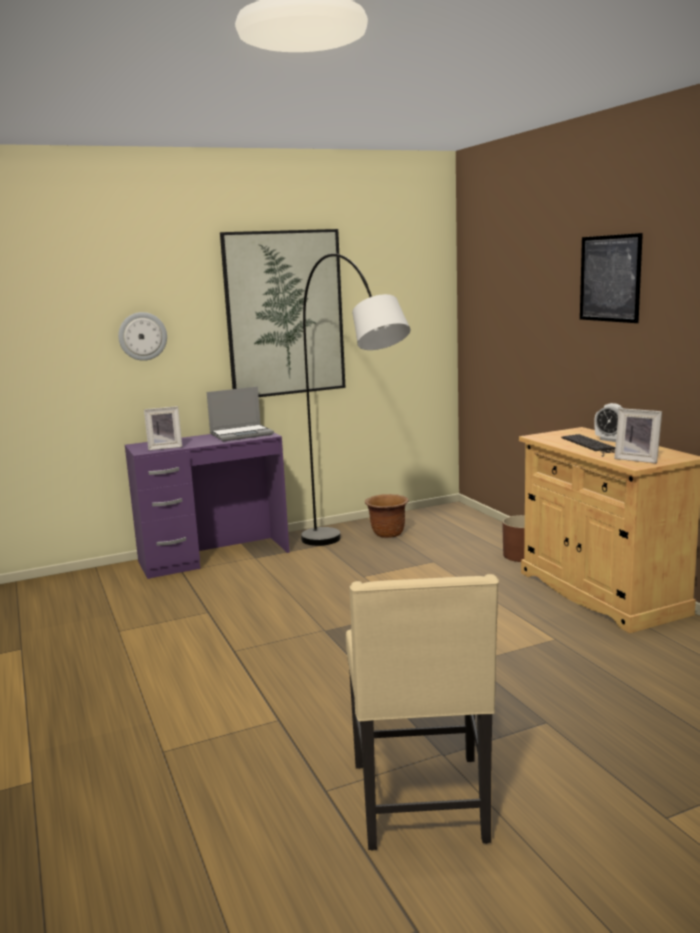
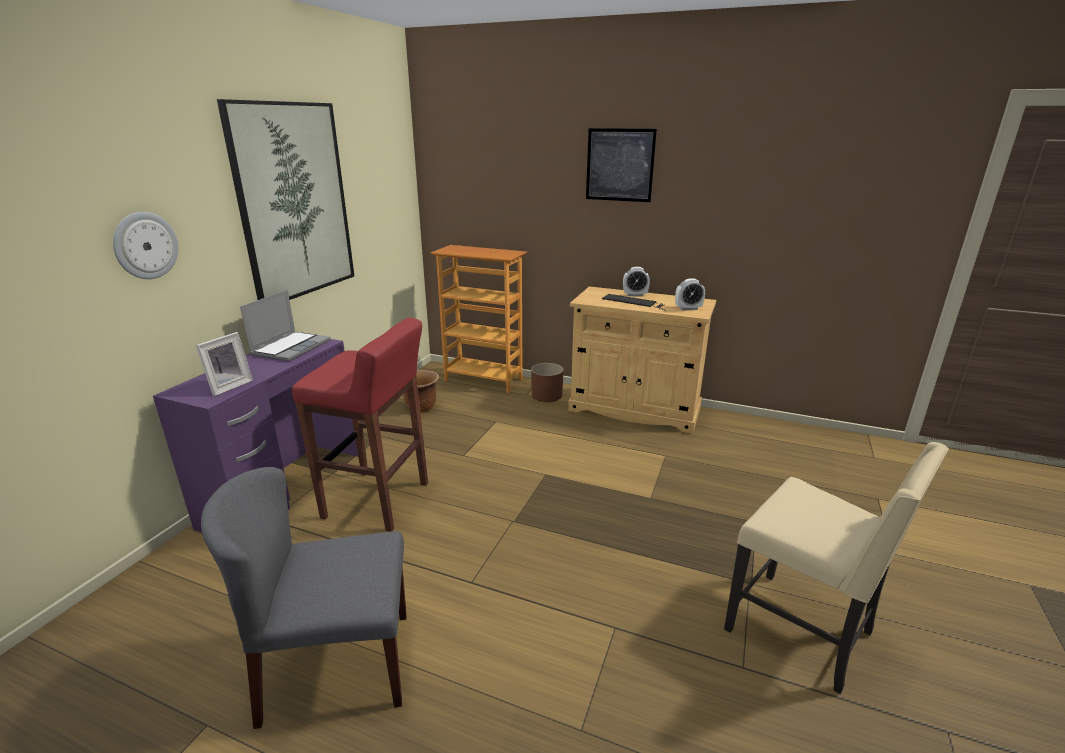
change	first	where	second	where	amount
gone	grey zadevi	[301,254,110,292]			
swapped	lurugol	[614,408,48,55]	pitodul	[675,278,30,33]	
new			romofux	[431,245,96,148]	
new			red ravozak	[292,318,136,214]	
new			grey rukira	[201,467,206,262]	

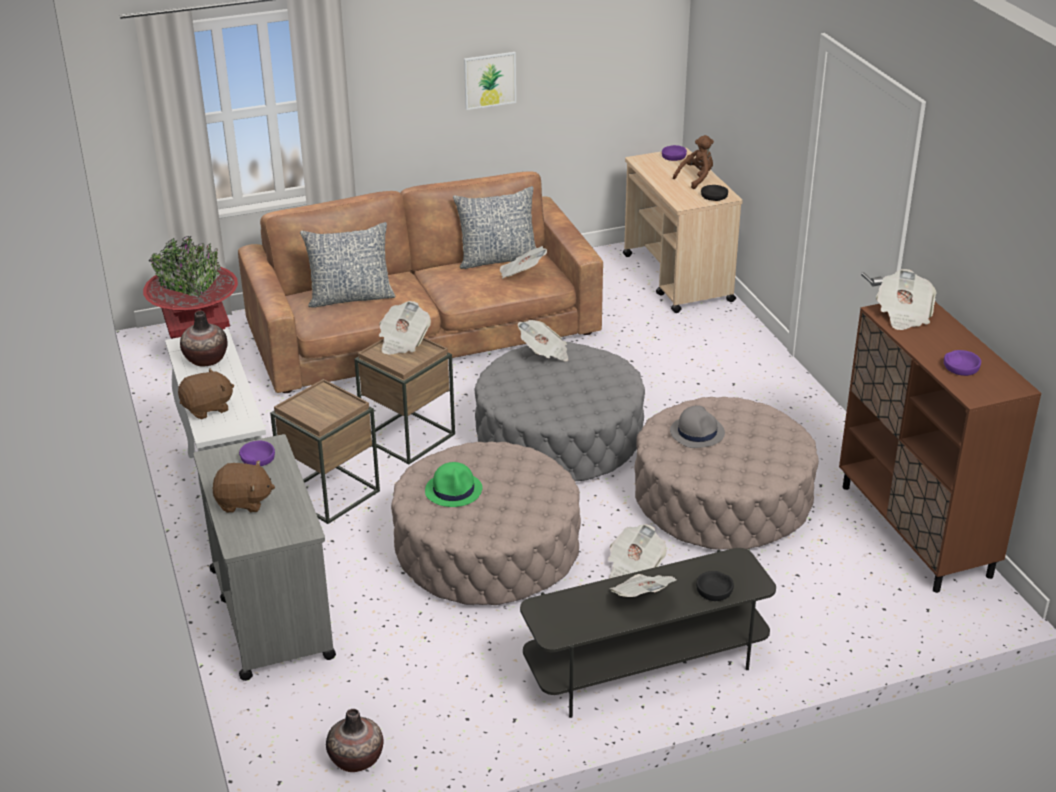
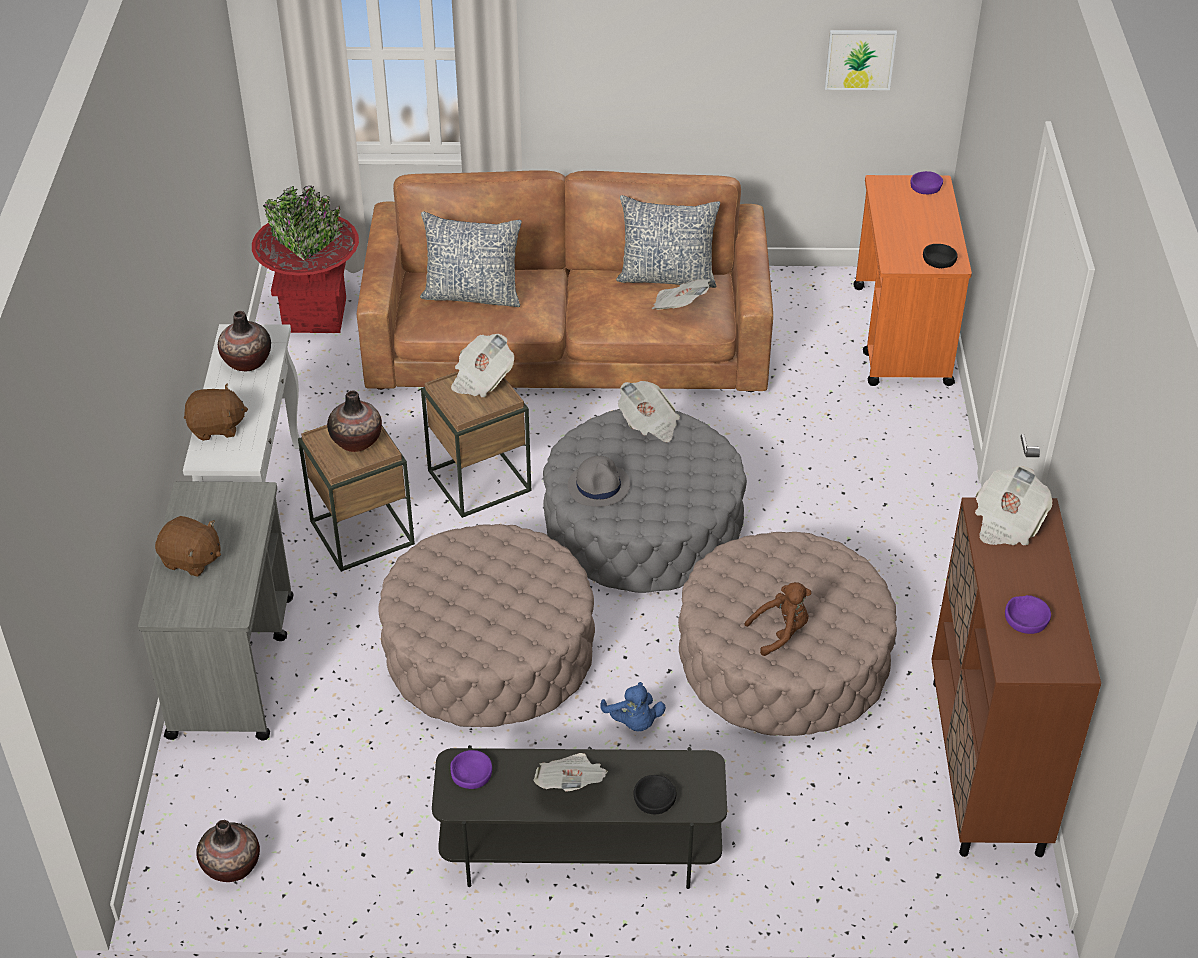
change	first	where	second	where	amount
shifted	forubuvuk	[464,52,52,58]		[825,30,72,60]	
shifted	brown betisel	[673,135,41,54]		[745,582,66,74]	
repainted	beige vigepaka	[623,148,120,165]	orange vigepaka	[853,175,119,211]	
shifted	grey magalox	[670,405,55,43]		[568,456,62,51]	
shifted	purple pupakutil	[239,440,36,26]		[450,750,42,39]	
gone	green magalox	[425,462,58,45]			
swapped	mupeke	[608,524,59,54]	blue betisel	[600,682,66,50]	
new			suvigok	[327,391,55,61]	

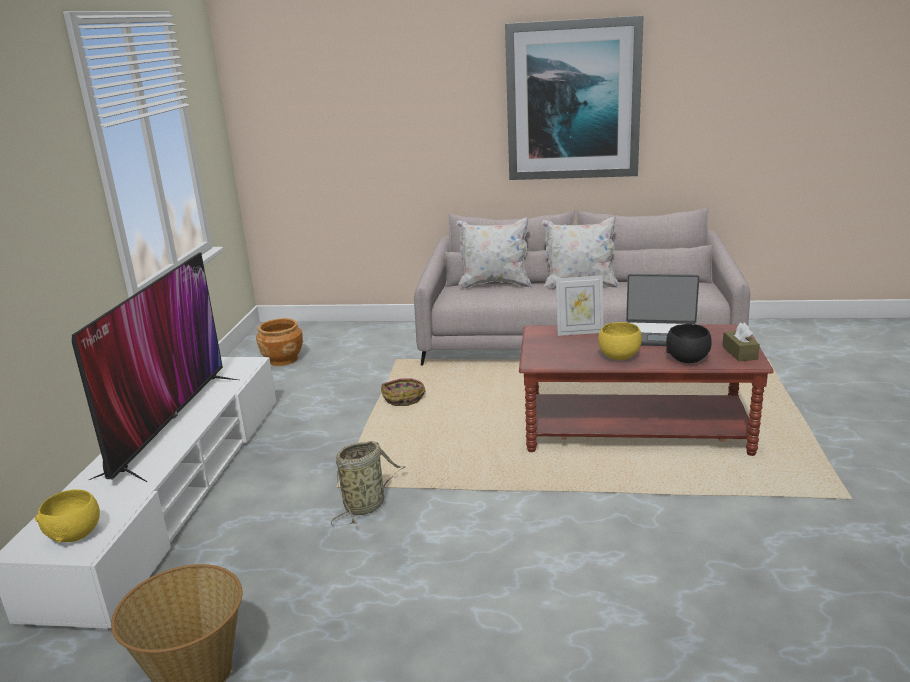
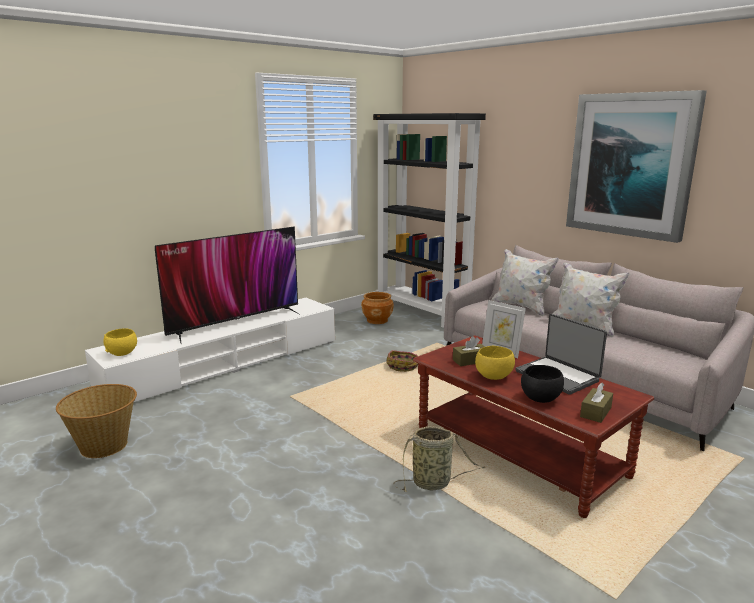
change	first	where	second	where	amount
shifted	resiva	[331,441,75,84]		[394,426,92,66]	
new			black romofux	[373,113,113,215]	
new			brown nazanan	[453,336,32,30]	

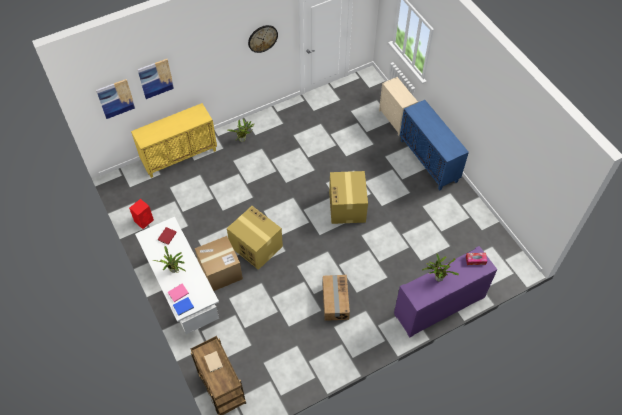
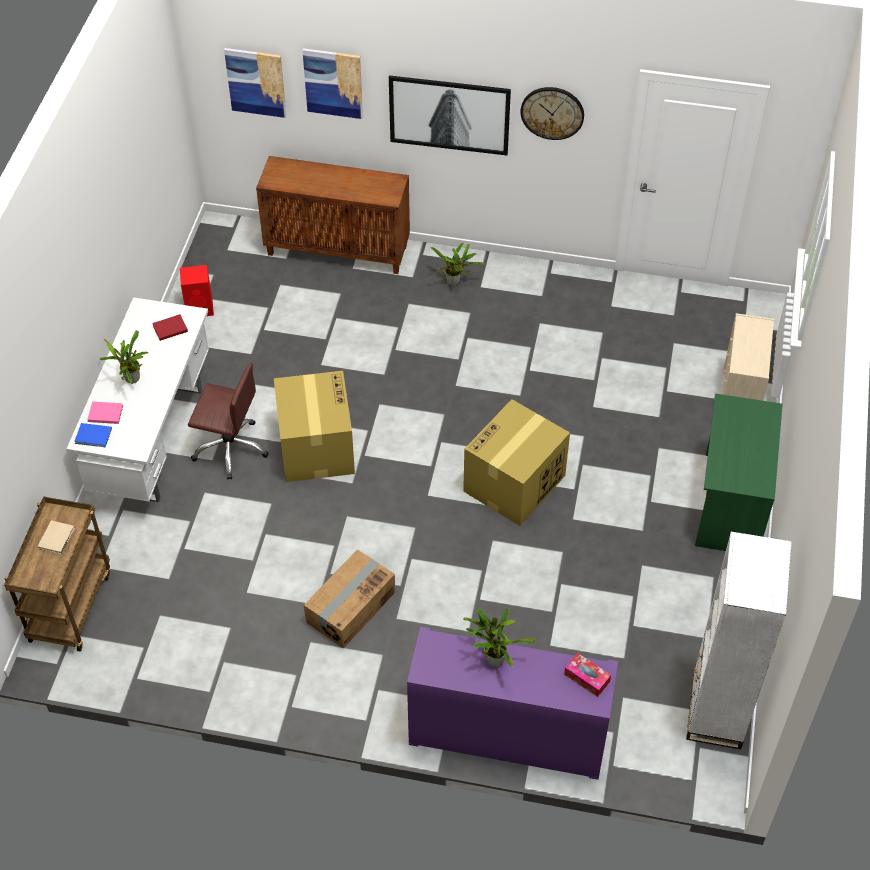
change	first	where	second	where	amount
swapped	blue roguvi	[400,100,69,91]	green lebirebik	[695,394,88,157]	
repainted	yellow roguvi	[131,103,86,75]	brown roguvi	[256,156,154,118]	
swapped	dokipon	[195,236,48,55]	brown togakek	[188,363,81,117]	
new			forubuvuk	[389,75,122,80]	
new			white romofux	[686,532,106,217]	

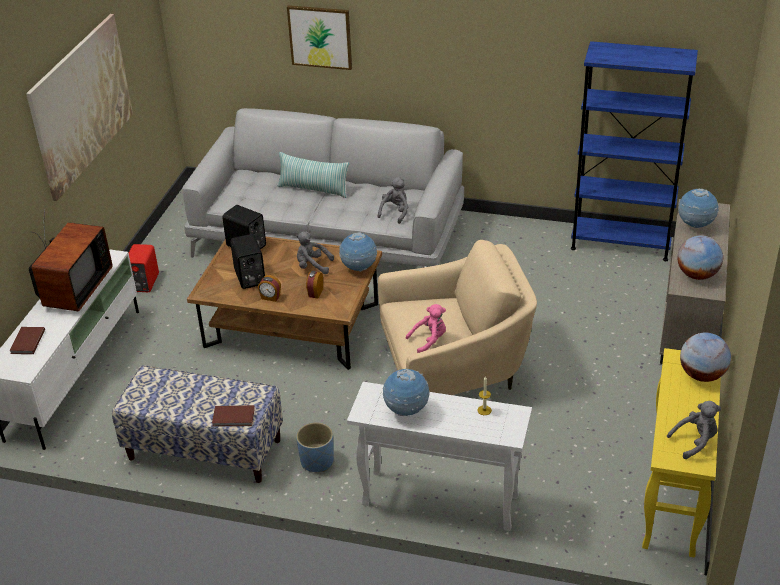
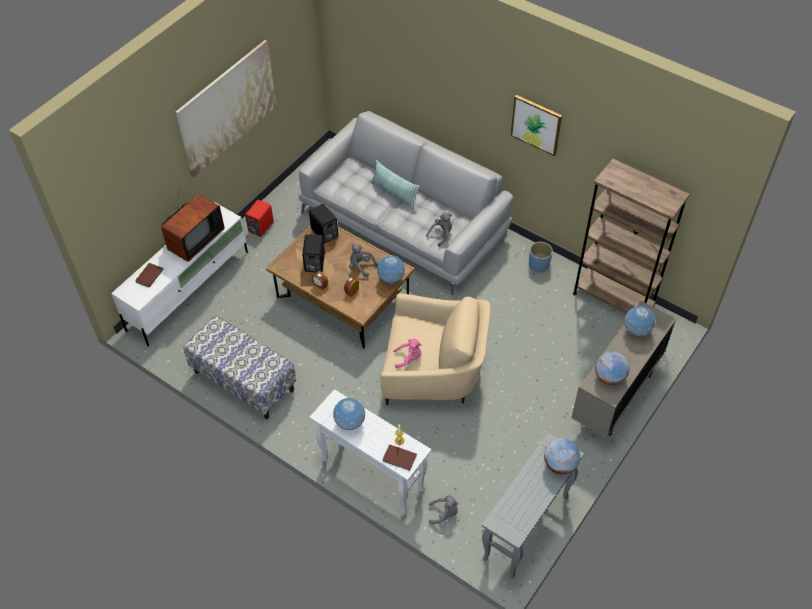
change	first	where	second	where	amount
shifted	forubuvuk	[287,5,65,65]		[511,95,51,61]	
repainted	blue romofux	[571,41,127,220]	brown romofux	[573,159,117,154]	
repainted	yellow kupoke	[642,348,79,209]	grey kupoke	[482,433,102,146]	
shifted	grey betisel	[667,401,54,58]		[429,495,29,29]	
shifted	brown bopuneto	[212,405,43,22]		[382,444,35,27]	
shifted	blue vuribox	[296,422,38,50]		[529,242,24,31]	

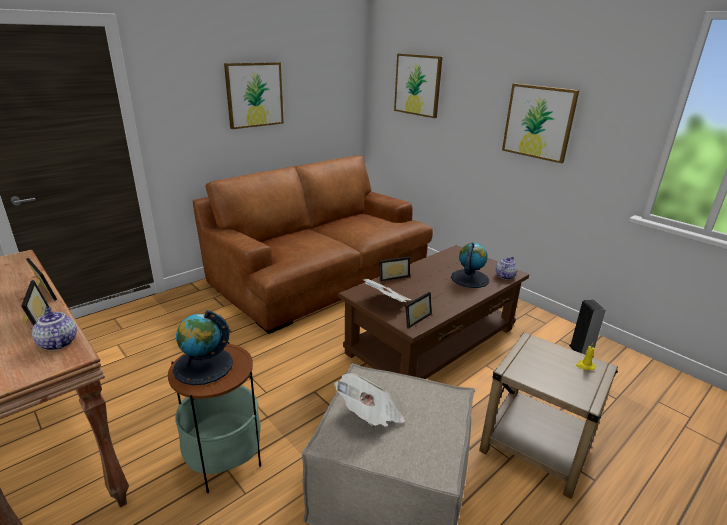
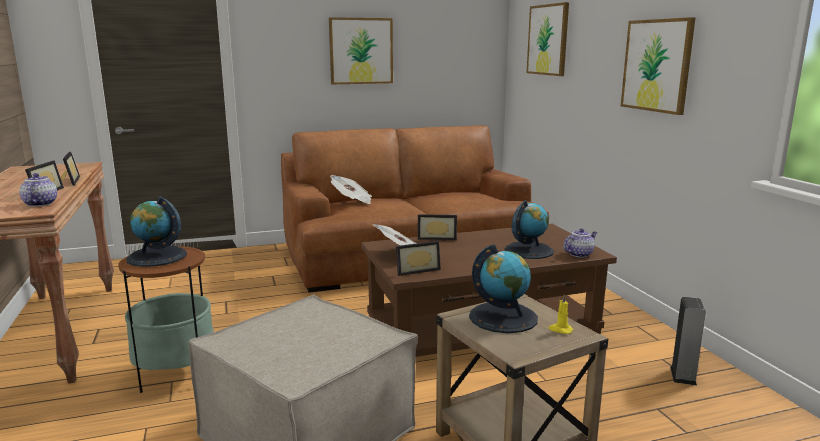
change	first	where	second	where	amount
shifted	mupeke	[334,373,71,54]		[330,175,42,29]	
new			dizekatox	[469,244,69,89]	

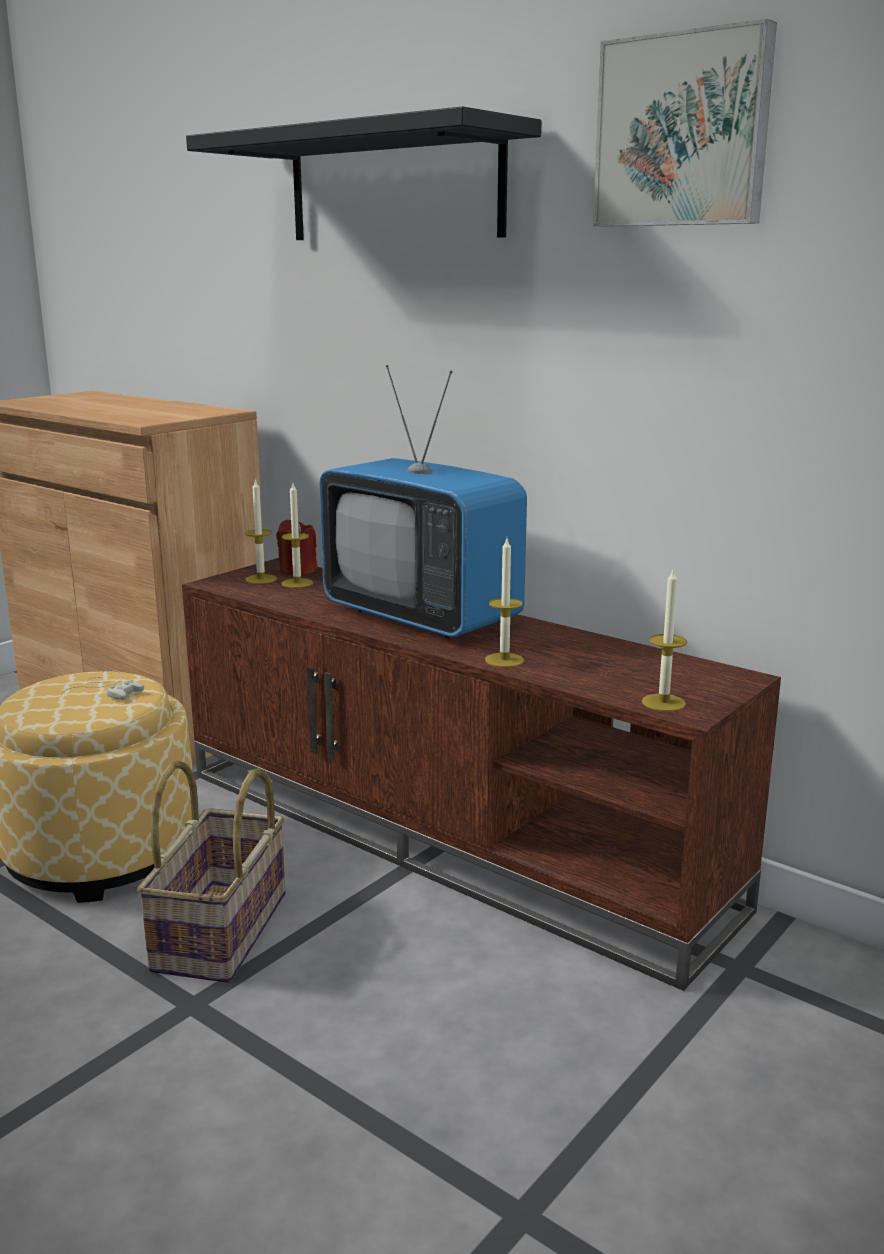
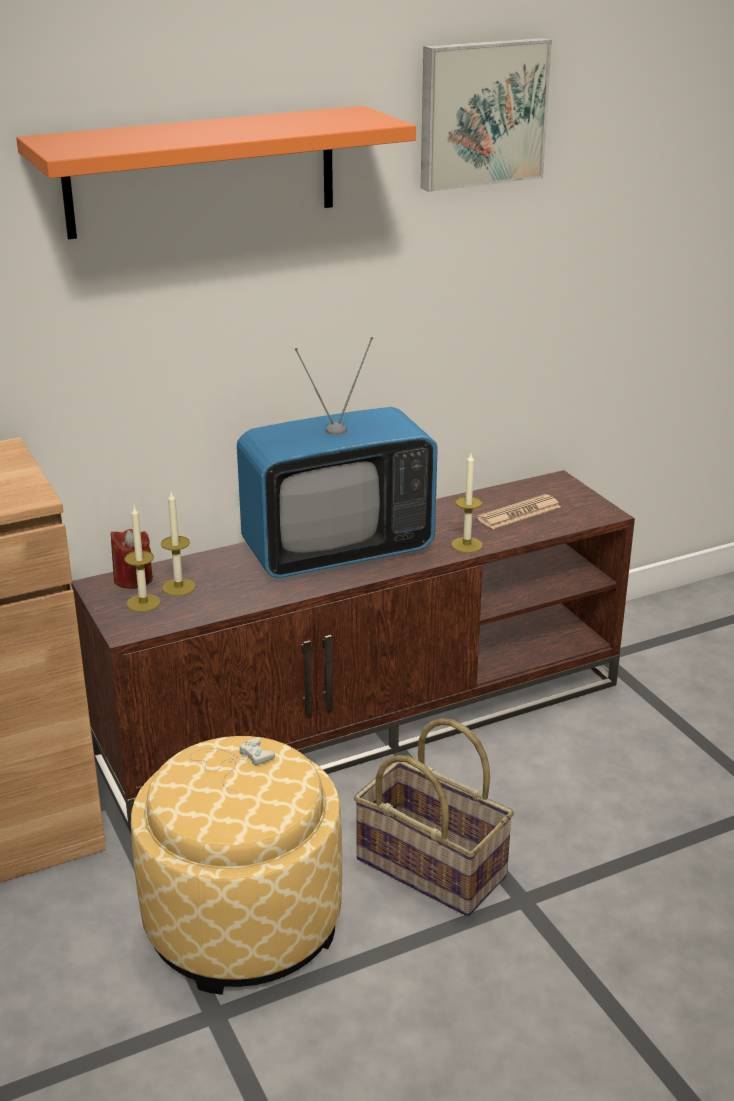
change	first	where	second	where	amount
repainted	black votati	[186,106,355,134]	orange votati	[16,106,400,133]	
gone	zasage	[642,567,45,145]			
new			mupeke	[477,494,84,35]	

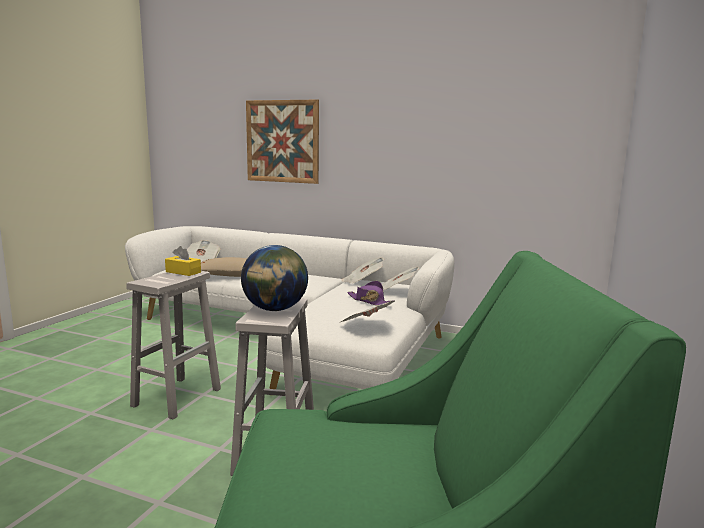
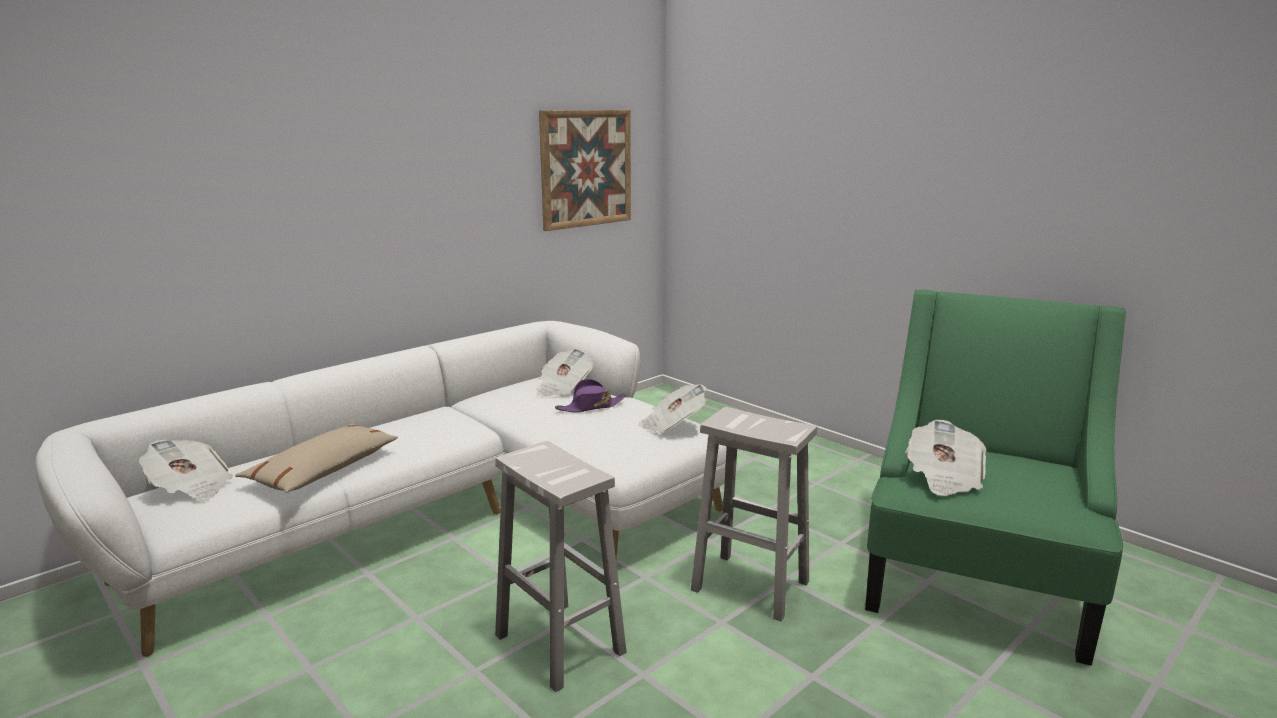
change	first	where	second	where	amount
shifted	forubuvuk	[246,100,73,84]		[539,110,92,121]	
gone	dizekatox	[241,245,67,66]			
gone	yellow nazanan	[165,246,36,30]			
shifted	mupeke	[342,257,43,27]		[906,420,80,76]	

